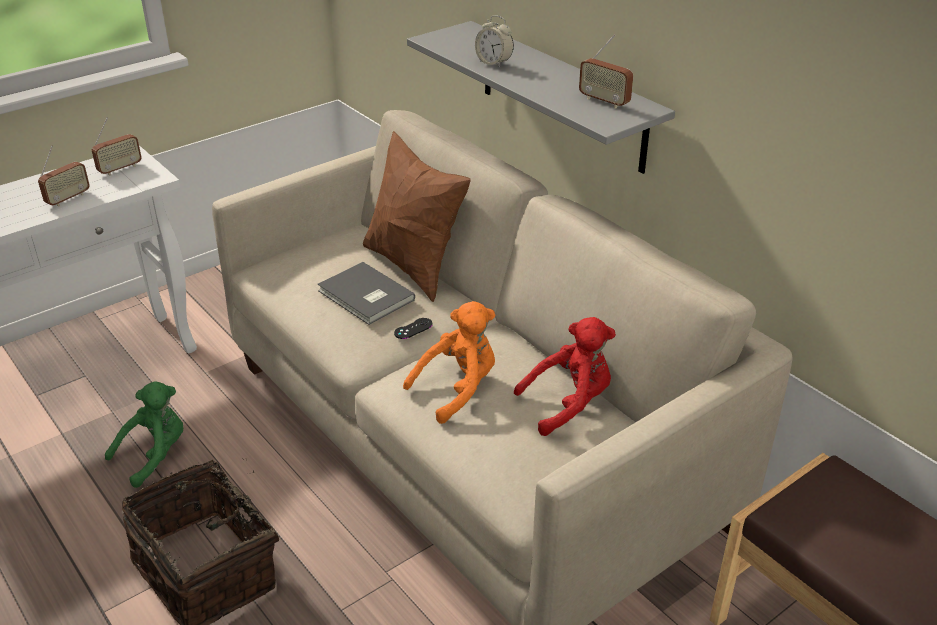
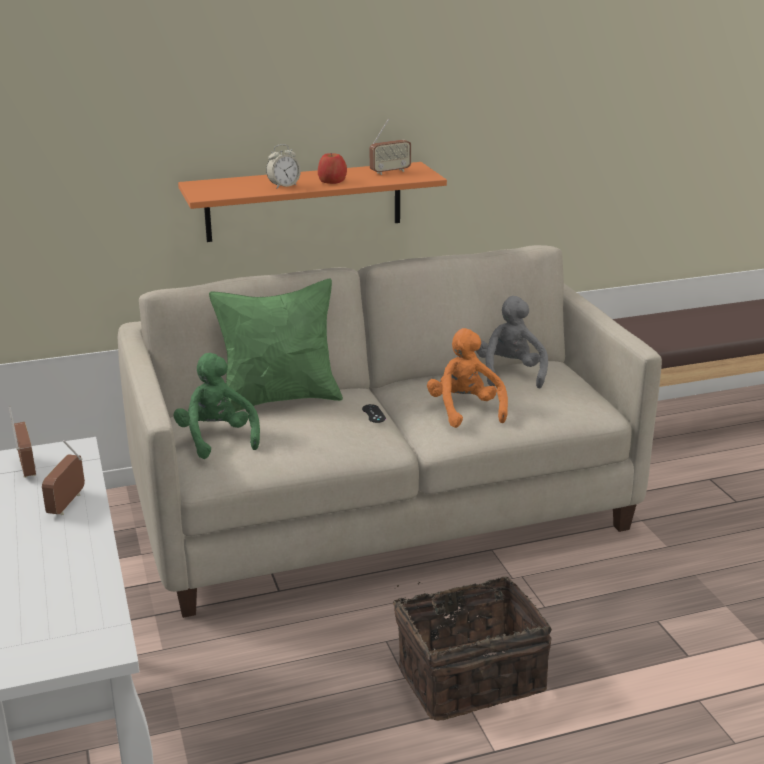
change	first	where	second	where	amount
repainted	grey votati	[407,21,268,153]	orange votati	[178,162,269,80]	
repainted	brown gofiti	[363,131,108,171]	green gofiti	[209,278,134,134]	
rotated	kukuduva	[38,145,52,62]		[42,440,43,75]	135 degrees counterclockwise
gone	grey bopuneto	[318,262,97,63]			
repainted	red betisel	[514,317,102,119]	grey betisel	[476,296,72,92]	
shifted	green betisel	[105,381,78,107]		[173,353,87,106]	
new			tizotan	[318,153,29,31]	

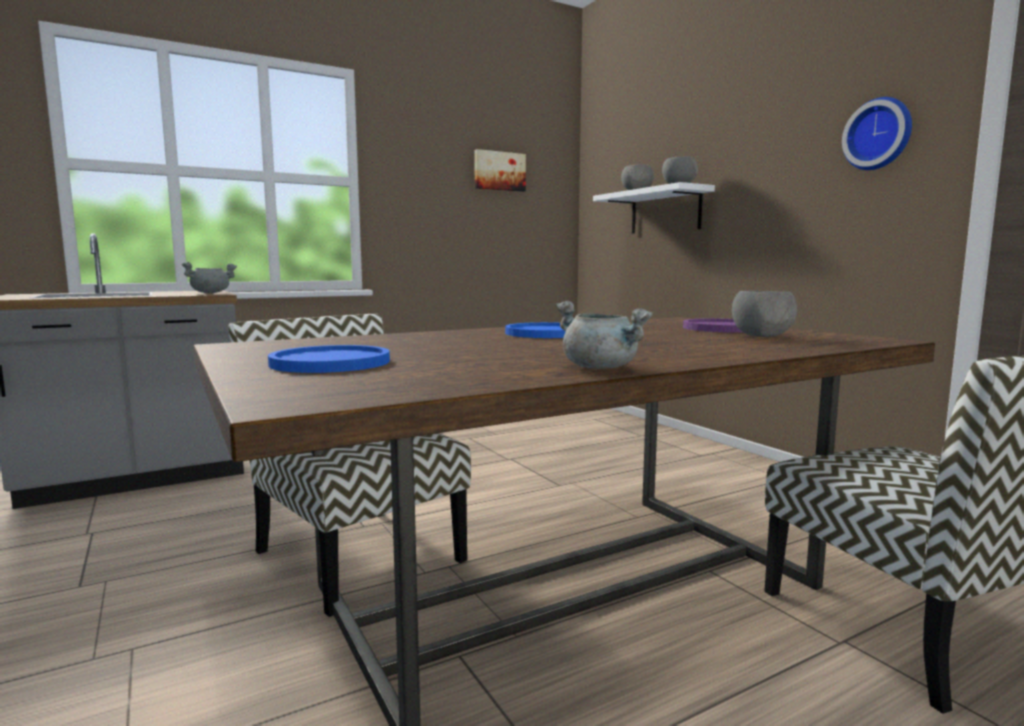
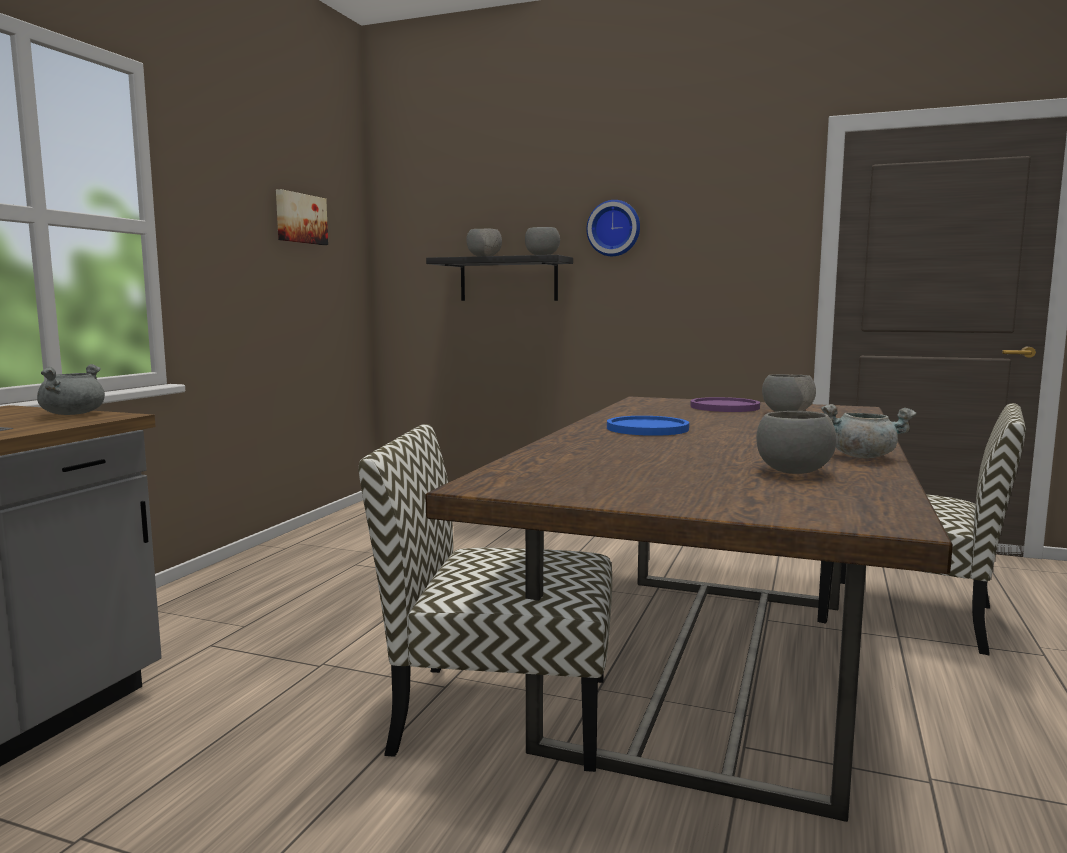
change	first	where	second	where	amount
shifted	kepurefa	[842,97,70,73]		[587,200,53,56]	
repainted	white votati	[593,182,122,52]	black votati	[426,255,147,46]	
gone	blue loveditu	[268,345,122,28]			
new			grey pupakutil	[756,411,80,63]	

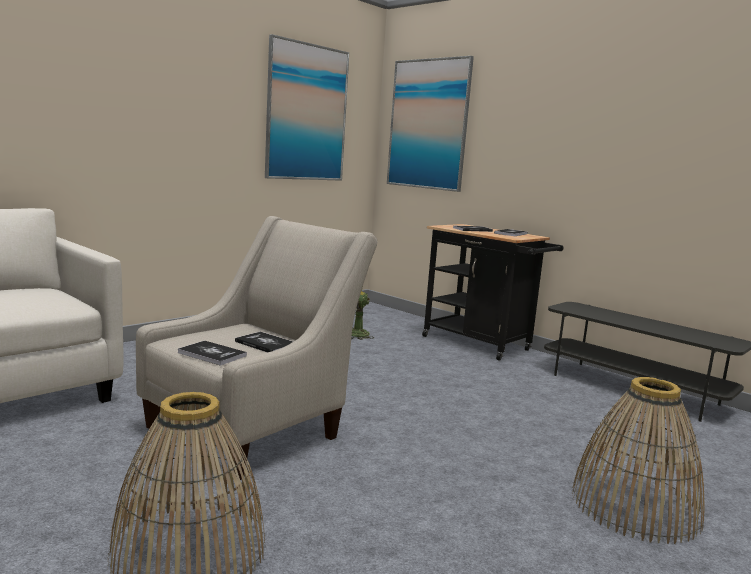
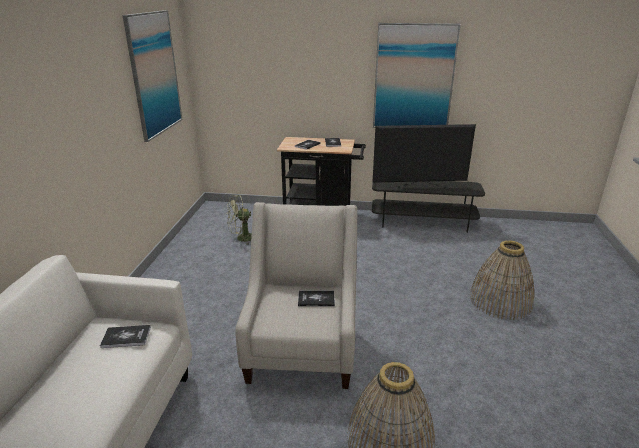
change	first	where	second	where	amount
shifted	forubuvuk	[387,56,87,136]		[373,23,88,105]	
shifted	bopuneto	[178,341,69,25]		[100,325,51,23]	
new			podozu	[372,124,104,65]	

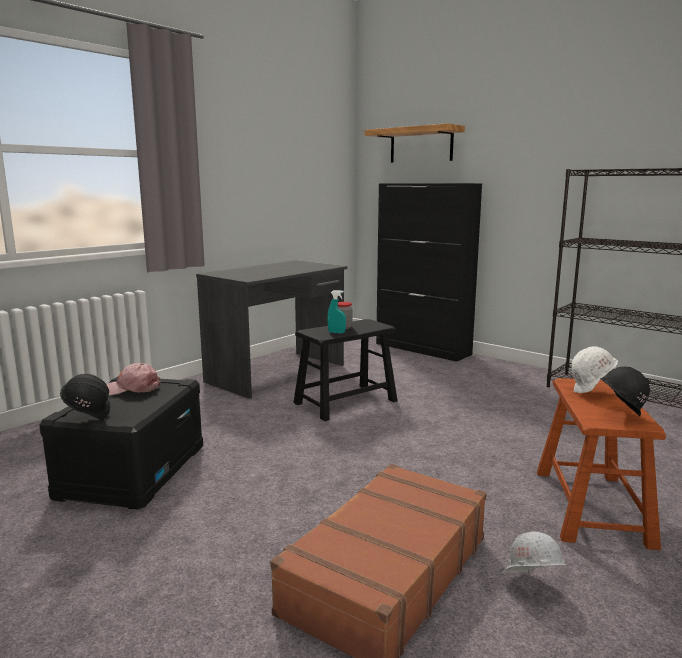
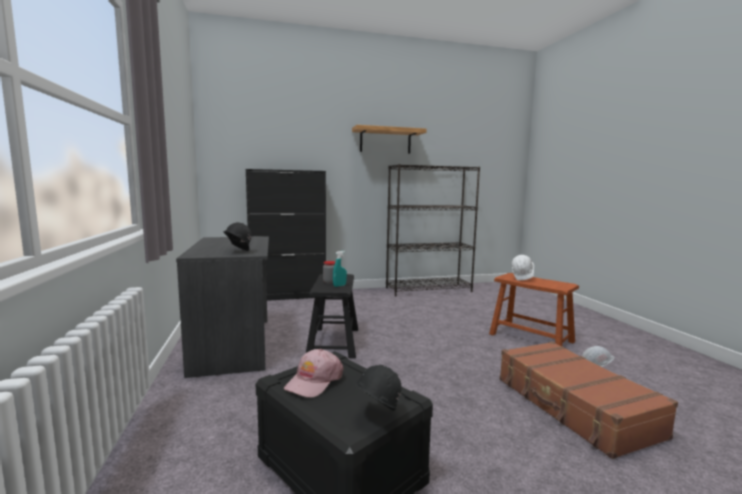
change	first	where	second	where	amount
shifted	votati	[365,123,100,40]		[352,125,75,29]	
shifted	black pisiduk	[600,367,50,49]		[223,222,29,29]	

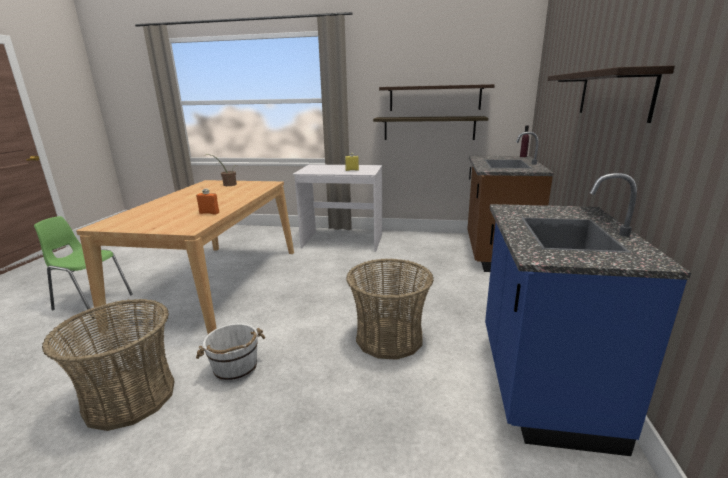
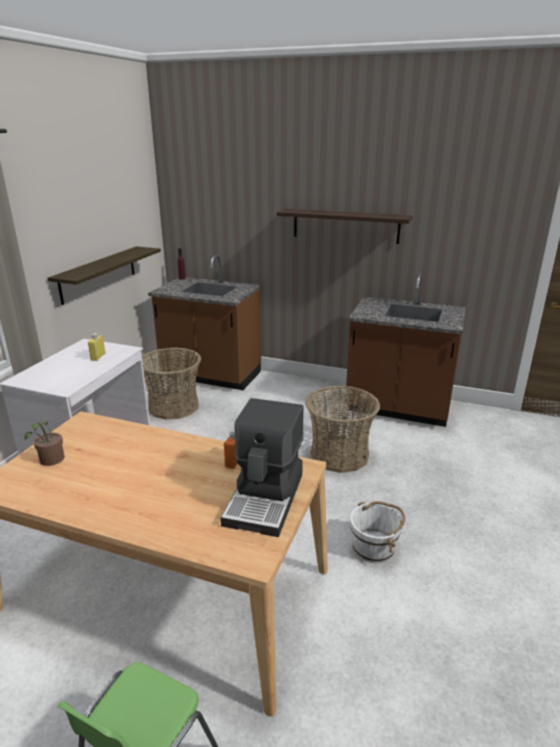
change	first	where	second	where	amount
gone	votati	[379,84,116,27]			
repainted	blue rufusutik	[485,173,206,283]	brown rufusutik	[346,274,120,153]	
shifted	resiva	[42,299,133,132]		[142,347,59,72]	
new			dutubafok	[221,398,83,139]	

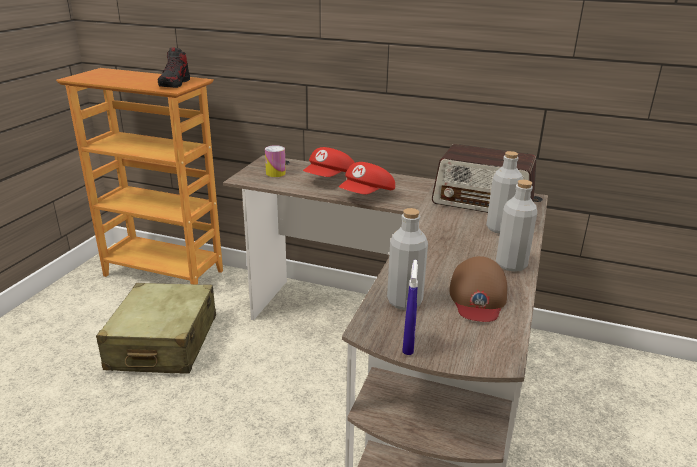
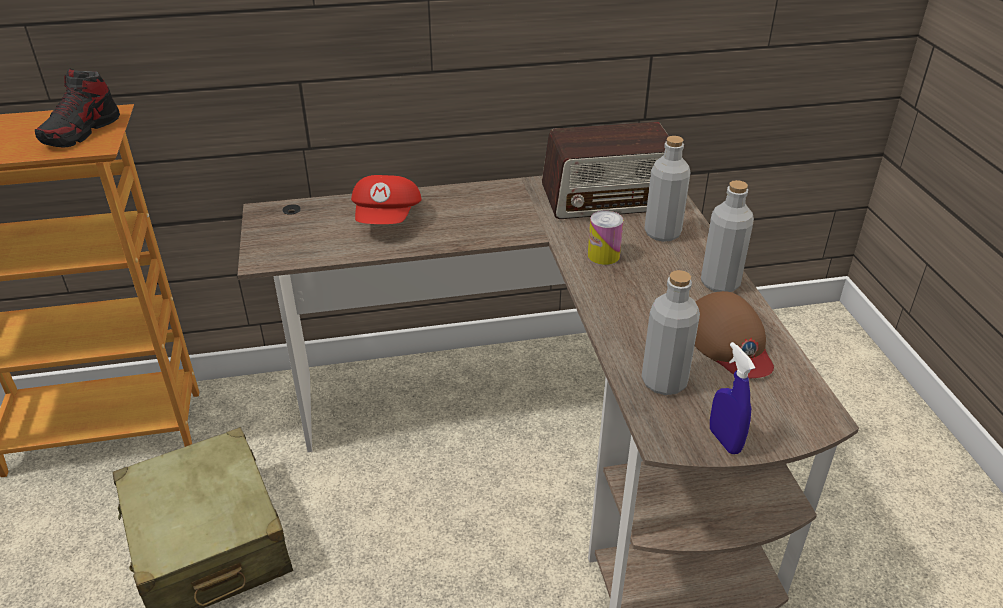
change	first	where	second	where	amount
rotated	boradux	[158,48,32,40]		[35,68,85,80]	45 degrees clockwise
shifted	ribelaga	[265,145,21,32]		[588,211,35,54]	
gone	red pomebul	[339,162,56,32]			

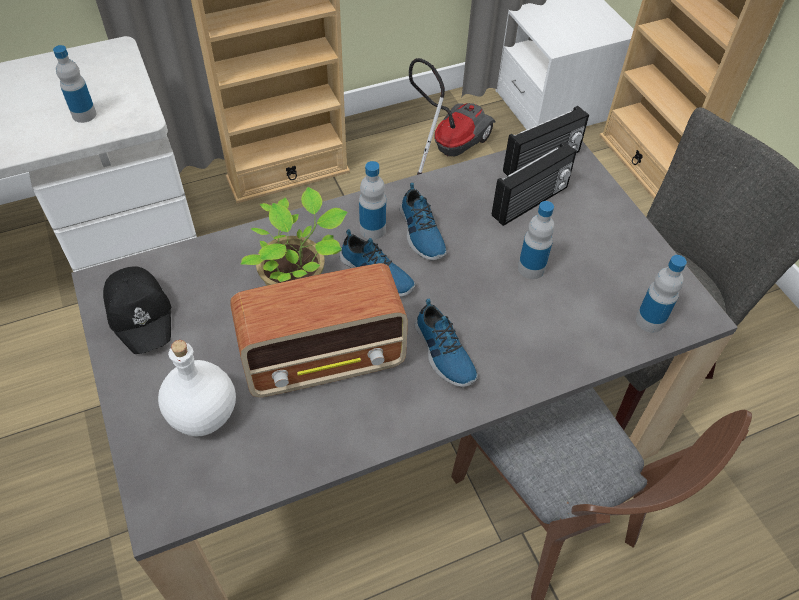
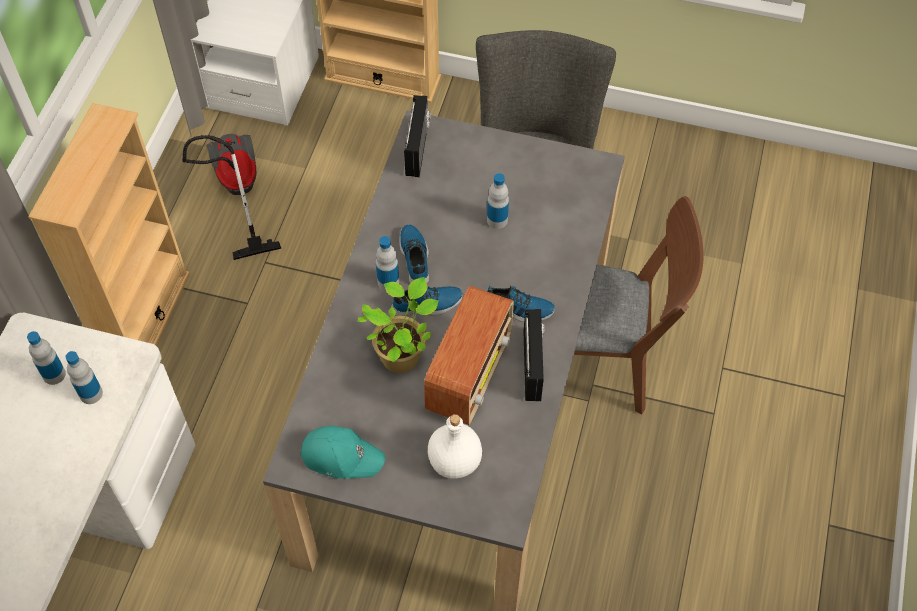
change	first	where	second	where	amount
shifted	kukuduva	[492,142,85,84]		[523,309,21,92]	
rotated	boradux	[400,183,47,77]		[399,224,30,59]	120 degrees counterclockwise
shifted	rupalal	[636,255,51,78]		[27,331,39,54]	
repainted	black pomebul	[103,266,68,88]	turquoise pomebul	[300,426,85,53]	

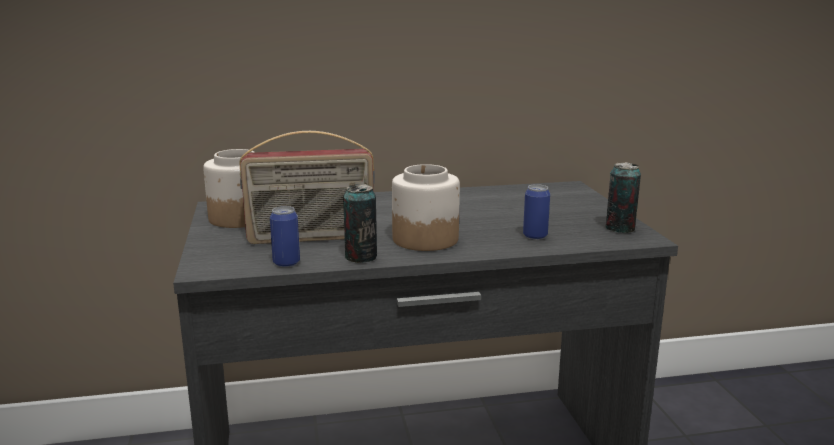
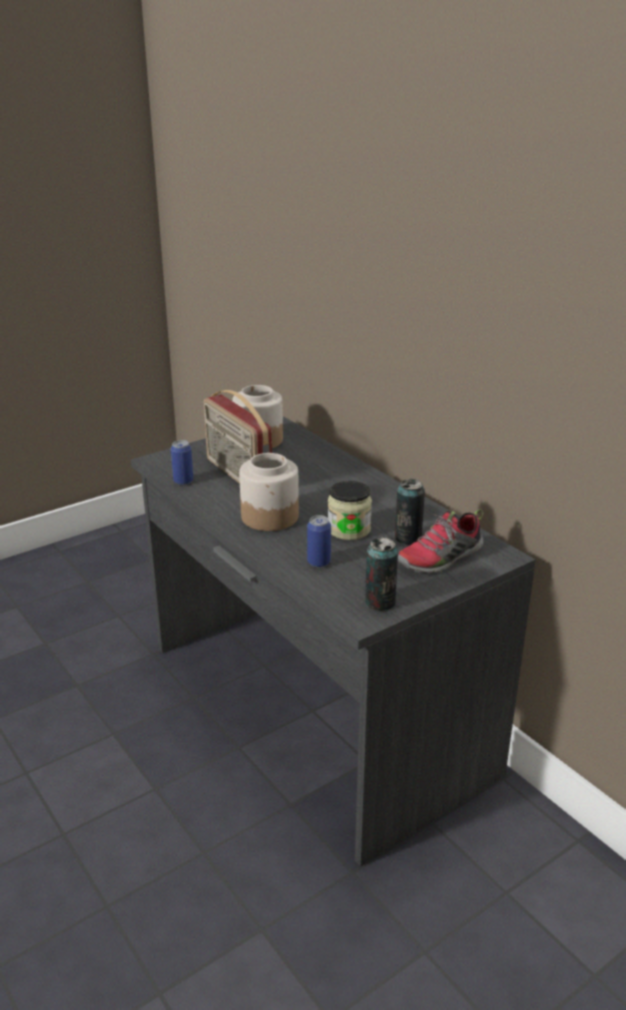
change	first	where	second	where	amount
shifted	ribelaga	[343,184,34,79]		[395,479,30,66]	
new			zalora	[328,481,44,59]	
new			boradux	[398,509,85,64]	

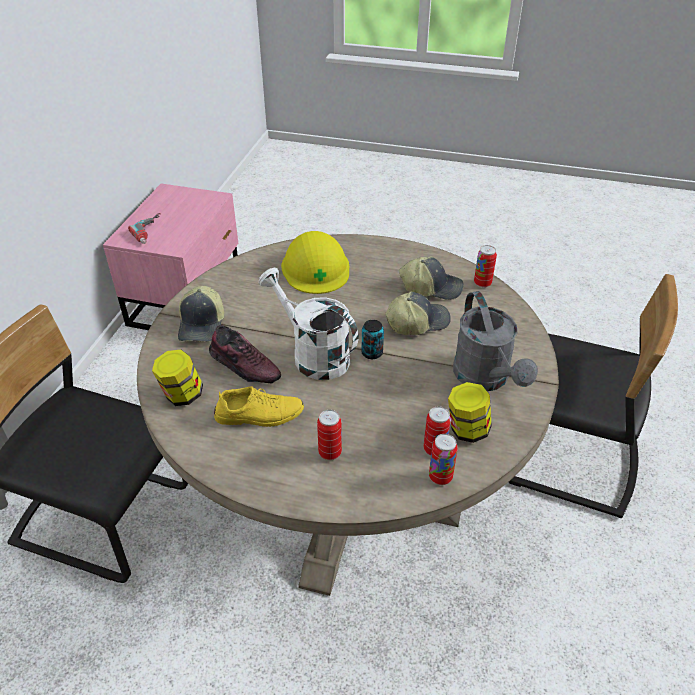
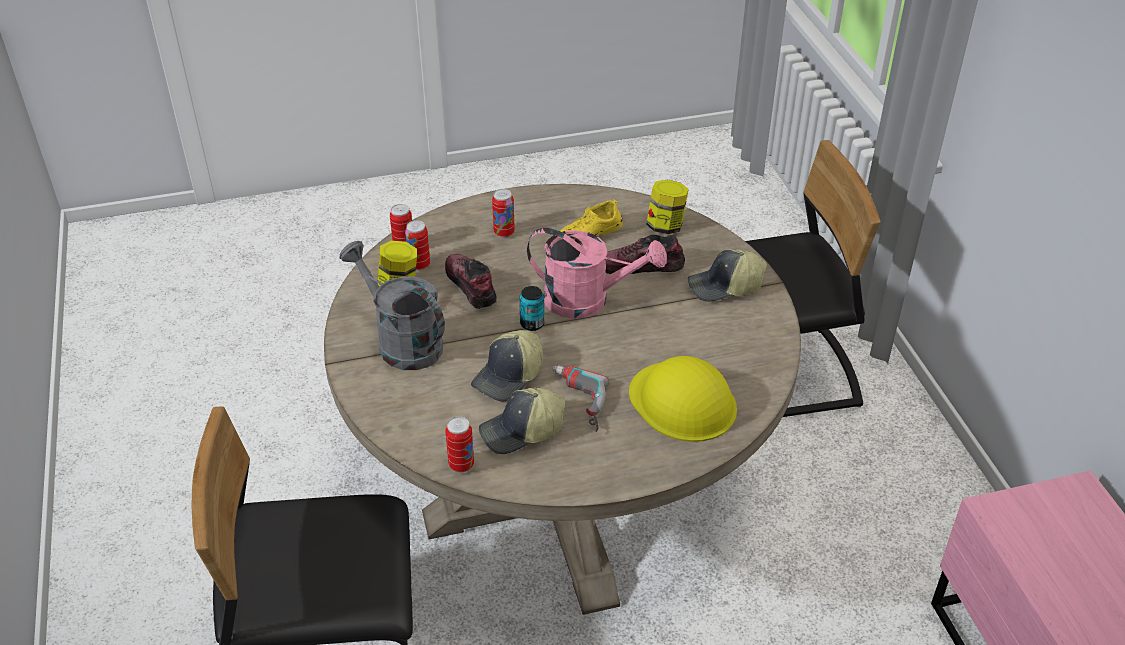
change	first	where	second	where	amount
shifted	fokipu	[128,213,33,31]		[552,365,57,67]	
repainted	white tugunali	[259,268,99,112]	pink tugunali	[526,228,141,91]	
rotated	pomebul	[178,286,46,56]		[688,249,79,53]	75 degrees counterclockwise
new			boradux	[445,254,52,55]	

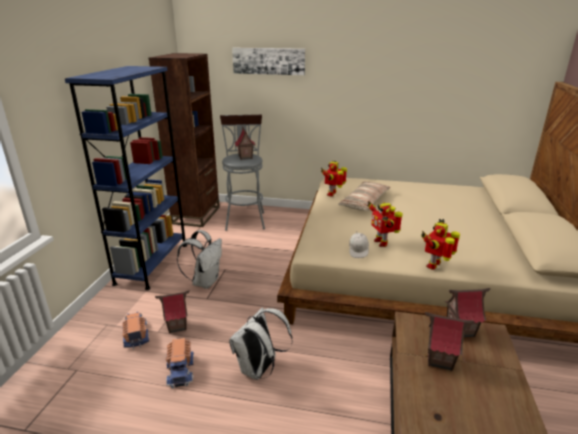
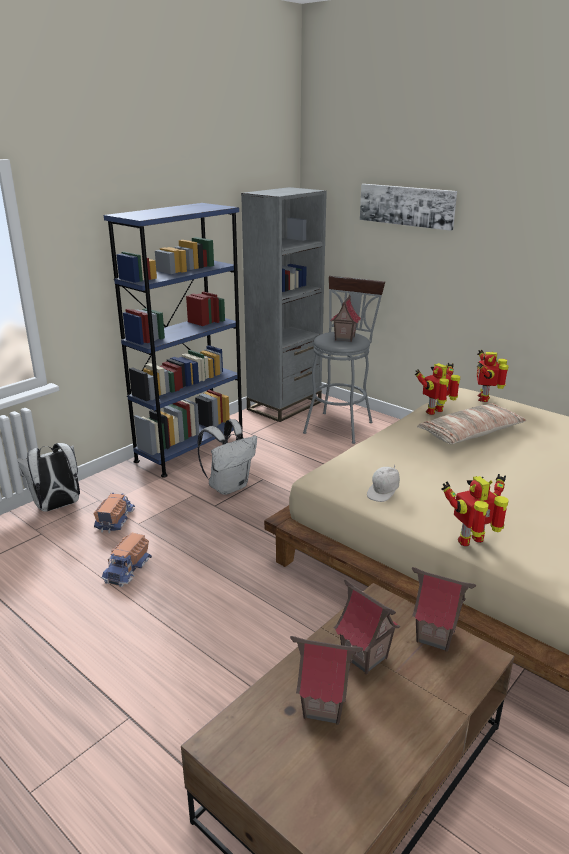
change	first	where	second	where	amount
repainted	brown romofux	[149,53,71,174]	grey romofux	[241,187,86,235]	
shifted	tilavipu	[367,201,36,46]		[476,350,32,52]	
shifted	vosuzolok	[155,290,35,43]		[290,636,73,89]	
shifted	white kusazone	[229,307,64,73]		[17,443,63,69]	

